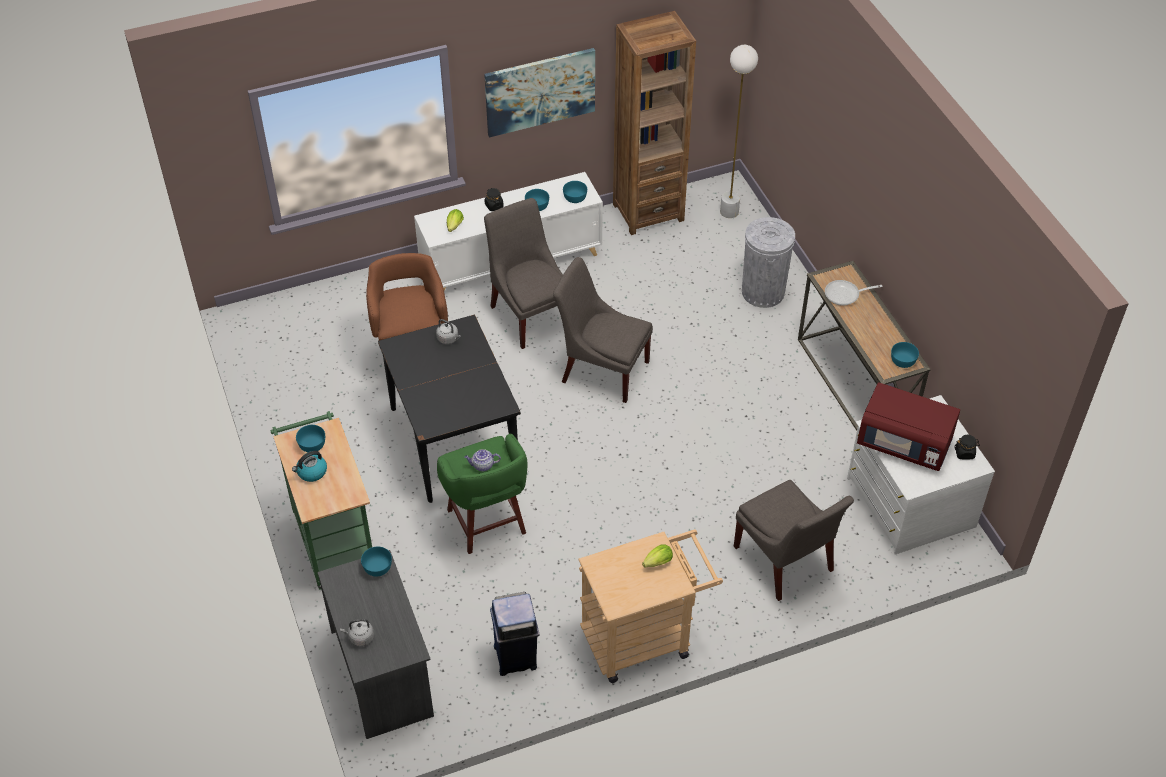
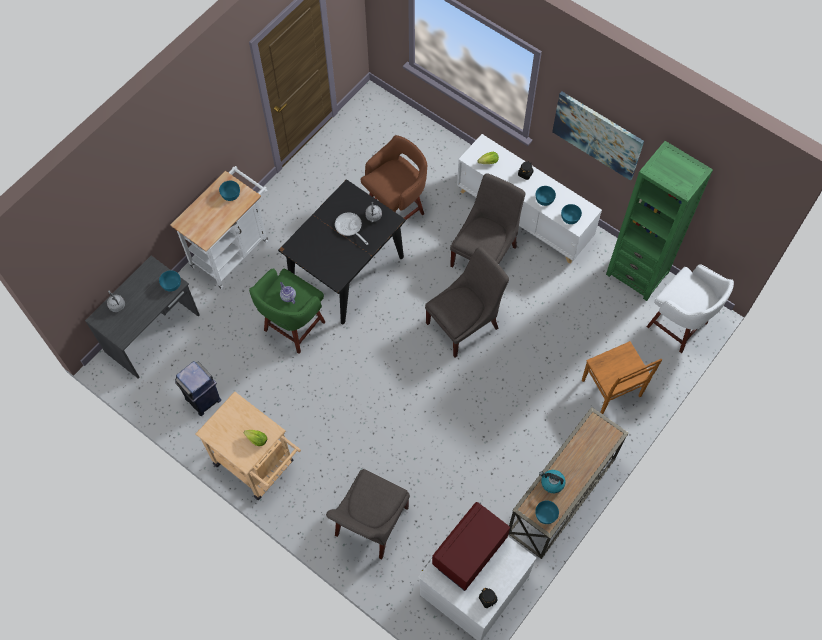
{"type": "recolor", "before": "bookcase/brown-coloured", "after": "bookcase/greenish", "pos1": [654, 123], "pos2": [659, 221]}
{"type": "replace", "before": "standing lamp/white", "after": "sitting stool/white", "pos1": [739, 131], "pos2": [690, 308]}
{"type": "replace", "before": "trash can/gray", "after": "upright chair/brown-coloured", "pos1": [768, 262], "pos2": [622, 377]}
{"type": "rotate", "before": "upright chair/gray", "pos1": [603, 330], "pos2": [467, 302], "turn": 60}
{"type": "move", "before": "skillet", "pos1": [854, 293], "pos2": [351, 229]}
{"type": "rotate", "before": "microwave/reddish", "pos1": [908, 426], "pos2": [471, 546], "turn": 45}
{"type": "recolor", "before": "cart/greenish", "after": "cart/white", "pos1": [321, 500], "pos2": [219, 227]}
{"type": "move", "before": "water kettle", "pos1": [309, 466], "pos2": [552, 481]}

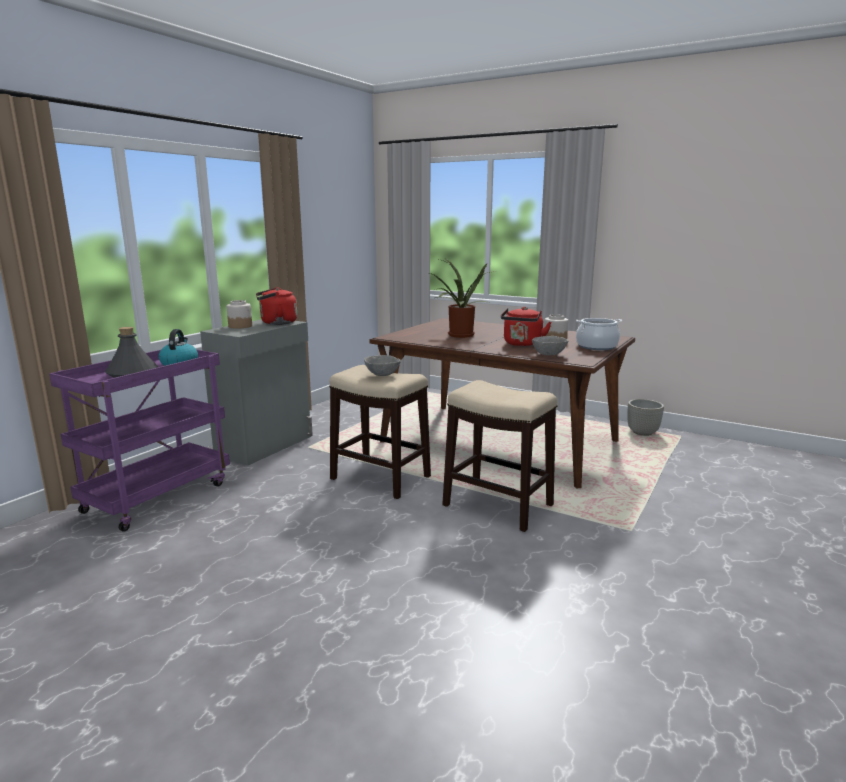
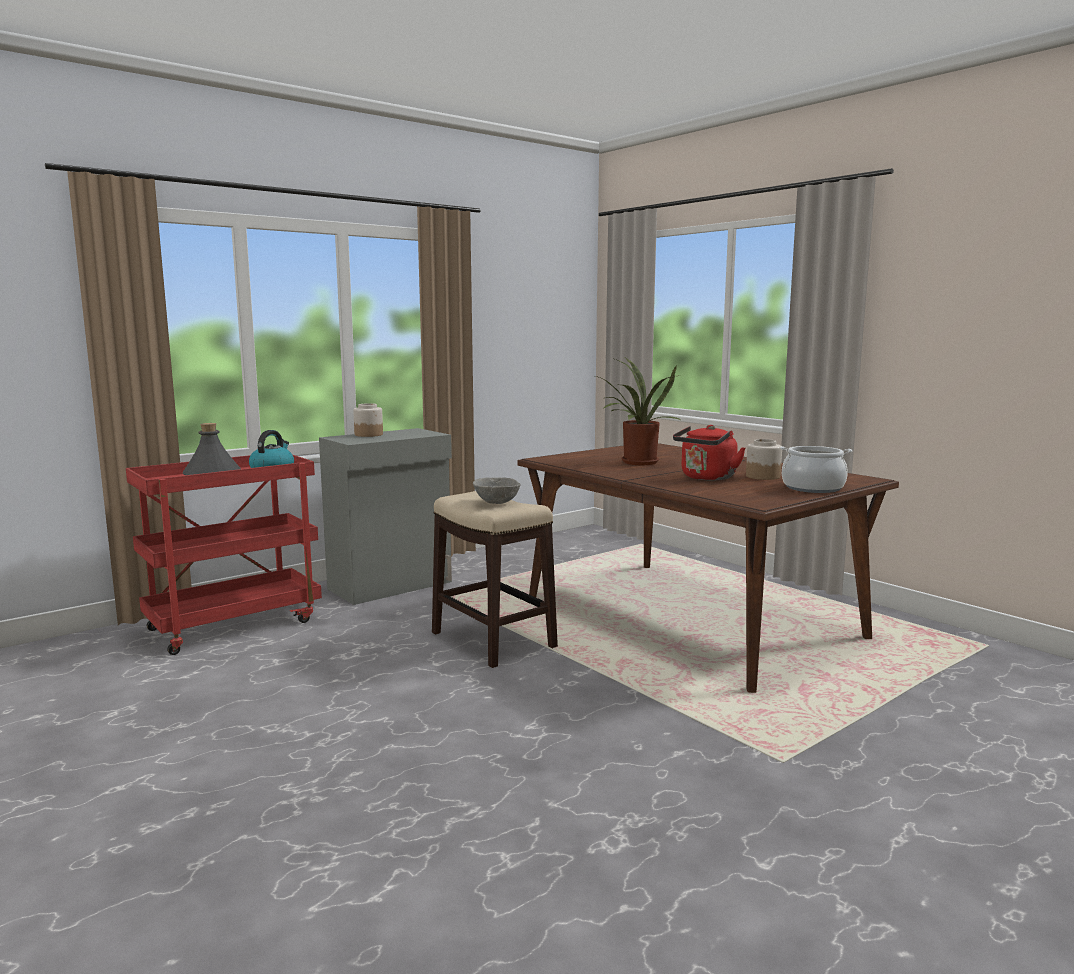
{"type": "delete", "before": "water kettle/reddish", "pos1": [276, 306]}
{"type": "delete", "before": "deep dish/gray", "pos1": [550, 346]}
{"type": "recolor", "before": "cart/purple", "after": "cart/reddish", "pos1": [139, 440], "pos2": [224, 555]}
{"type": "delete", "before": "sitting stool", "pos1": [499, 456]}
{"type": "delete", "before": "flower pot/gray", "pos1": [645, 417]}

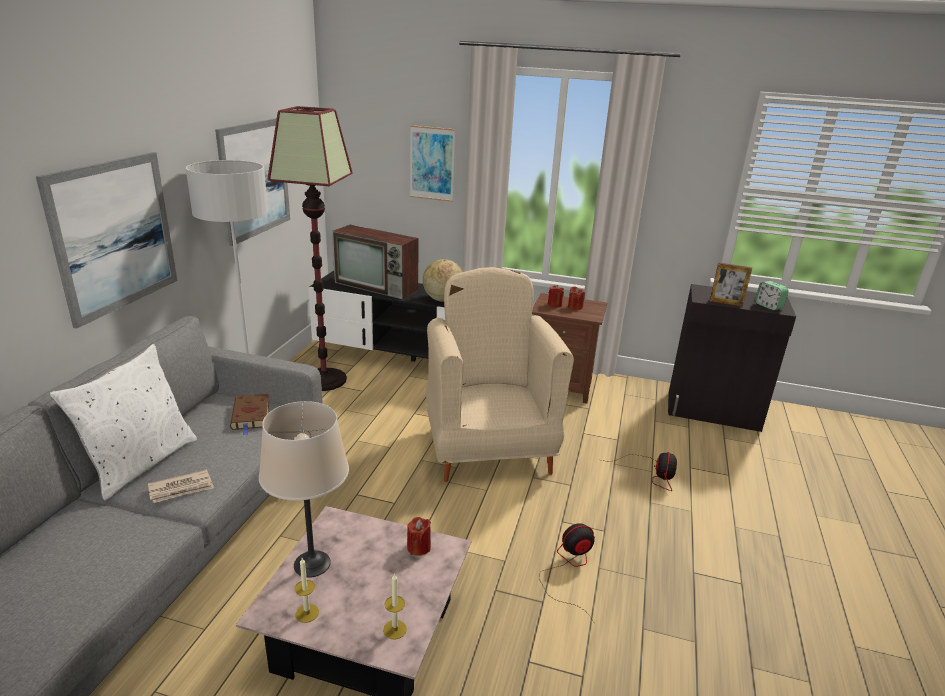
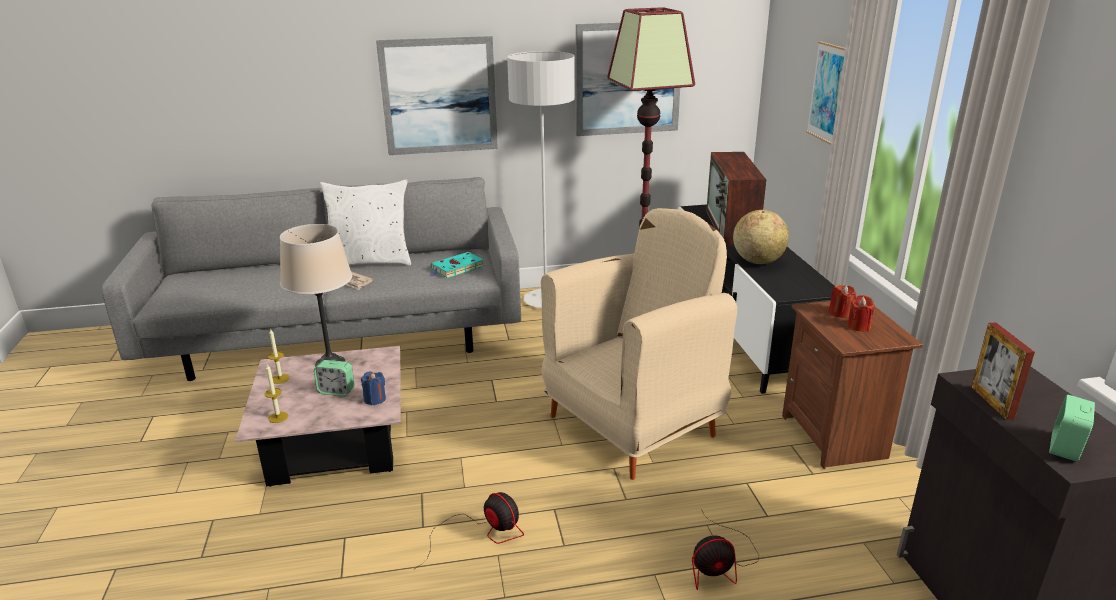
{"type": "recolor", "before": "bound book/brown-coloured", "after": "bound book/turquoise", "pos1": [249, 414], "pos2": [456, 265]}
{"type": "recolor", "before": "wax light/reddish", "after": "wax light/bluish", "pos1": [419, 536], "pos2": [373, 388]}
{"type": "insert", "after": "alarm clock", "pos2": [334, 378]}

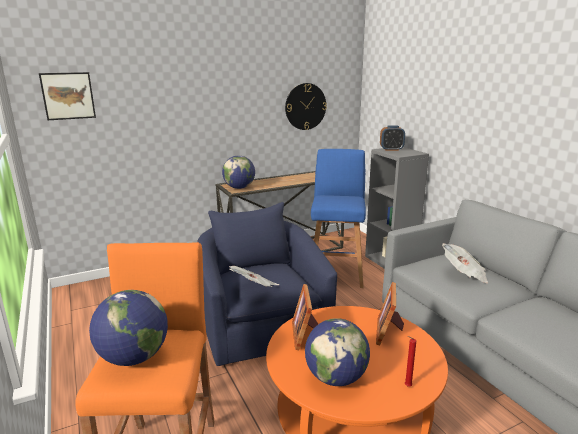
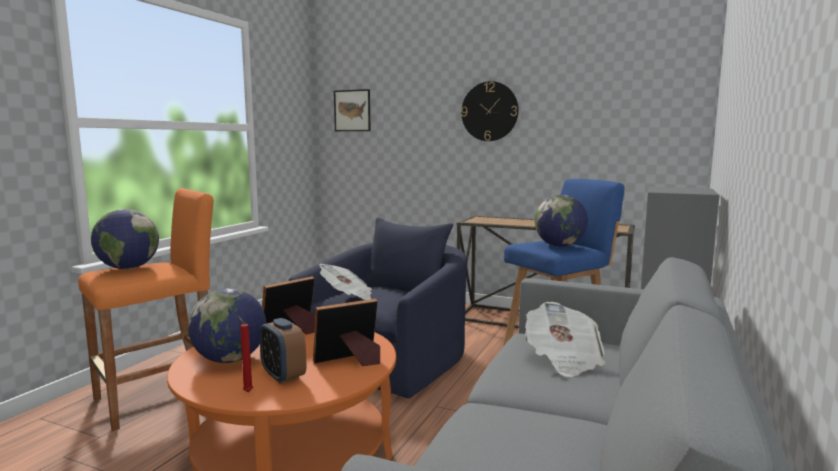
{"type": "move", "before": "wall clock", "pos1": [306, 106], "pos2": [490, 111]}
{"type": "move", "before": "alarm clock", "pos1": [392, 138], "pos2": [282, 351]}
{"type": "move", "before": "globe", "pos1": [238, 172], "pos2": [561, 221]}

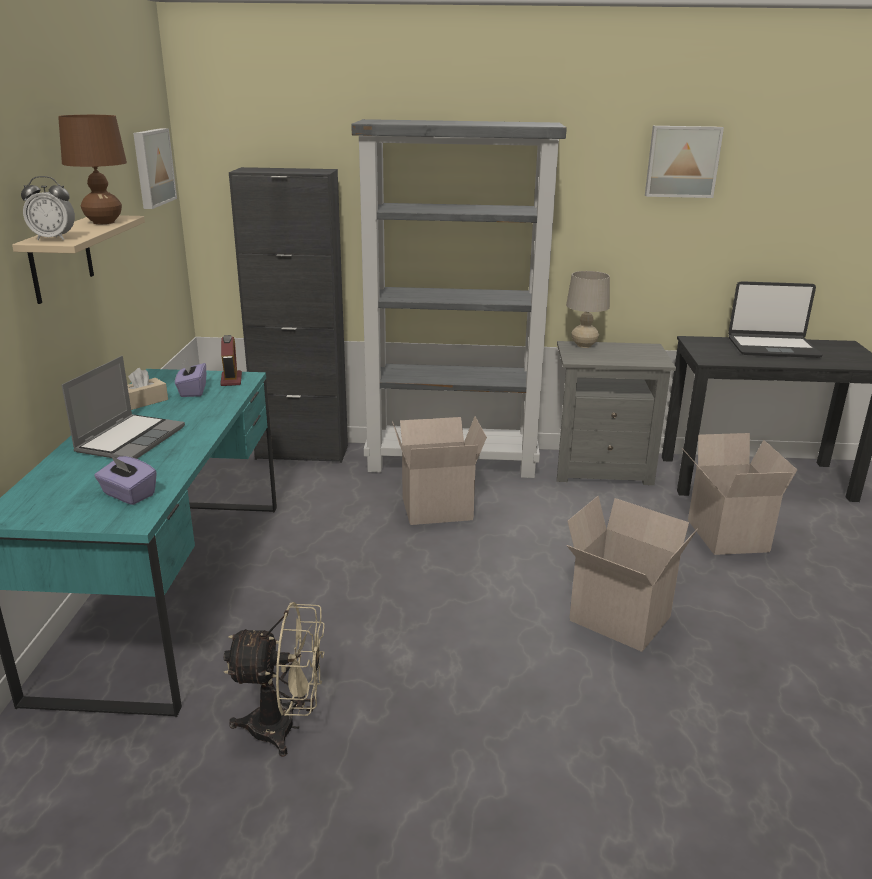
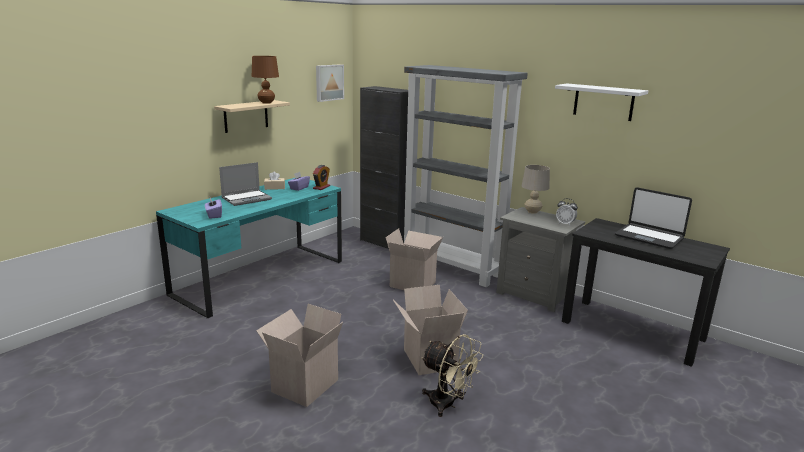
{"type": "replace", "before": "wall picture", "after": "shelf/white", "pos1": [684, 162], "pos2": [601, 102]}
{"type": "move", "before": "alarm clock", "pos1": [48, 208], "pos2": [567, 212]}
{"type": "move", "before": "carton", "pos1": [739, 494], "pos2": [299, 355]}
{"type": "move", "before": "fan/sand-coloured", "pos1": [274, 679], "pos2": [452, 375]}

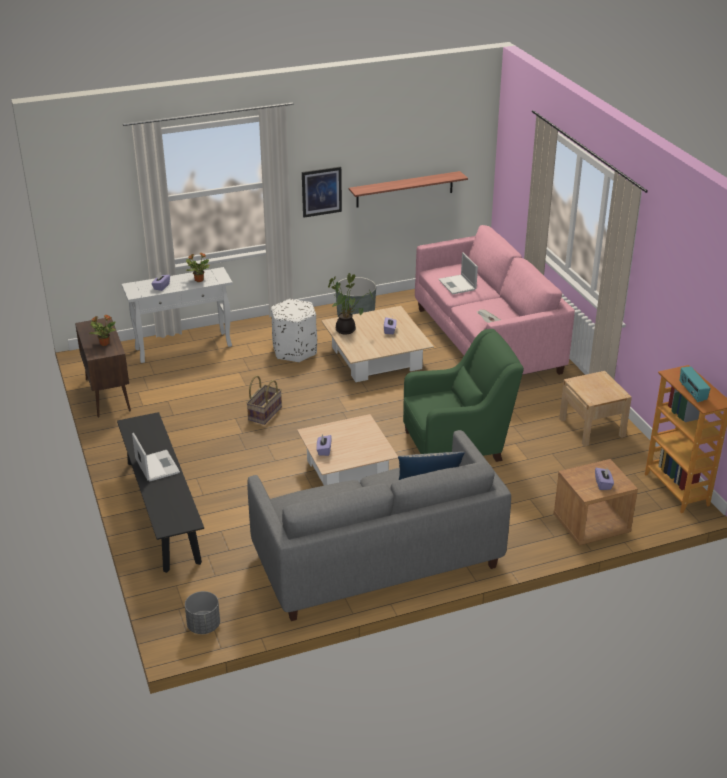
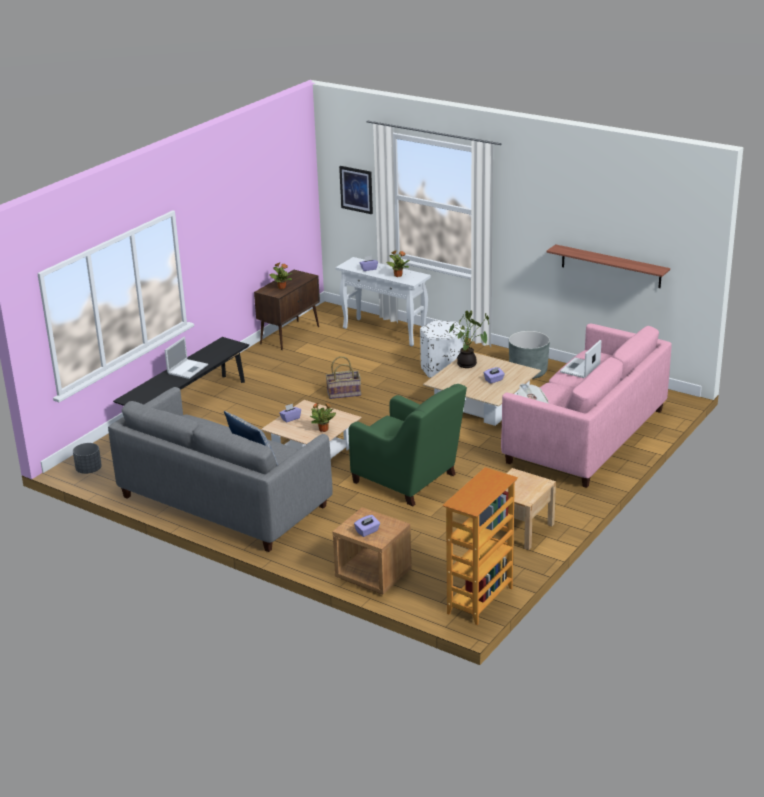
{"type": "move", "before": "wall picture", "pos1": [322, 192], "pos2": [356, 190]}
{"type": "delete", "before": "radio set", "pos1": [695, 384]}
{"type": "insert", "after": "plant in a pot", "pos2": [323, 417]}

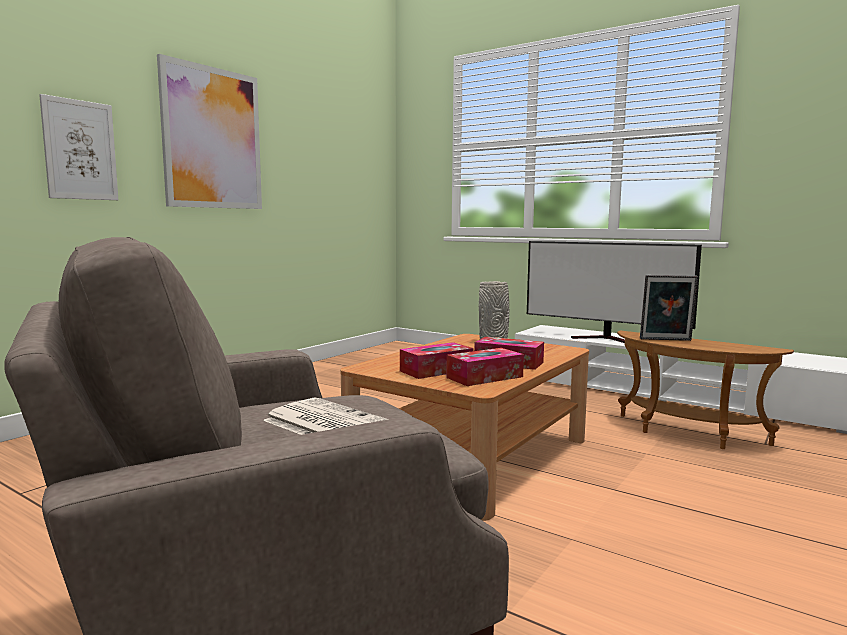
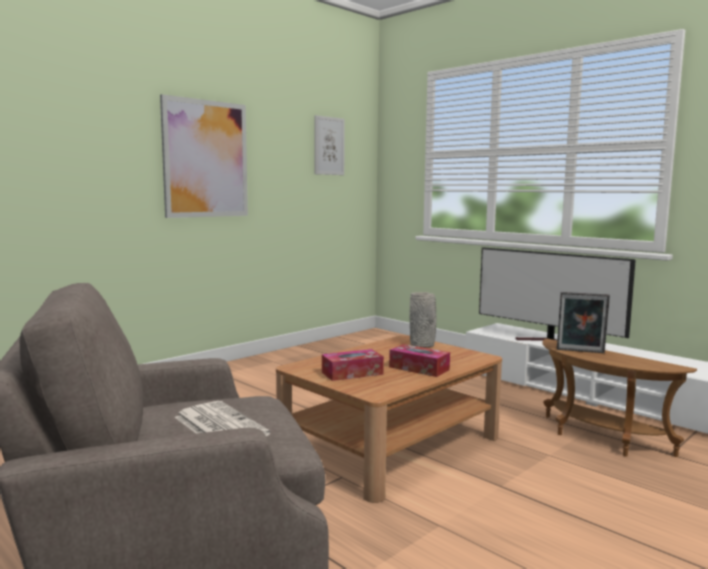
{"type": "move", "before": "wall picture", "pos1": [78, 147], "pos2": [329, 145]}
{"type": "delete", "before": "tissue holder", "pos1": [485, 367]}

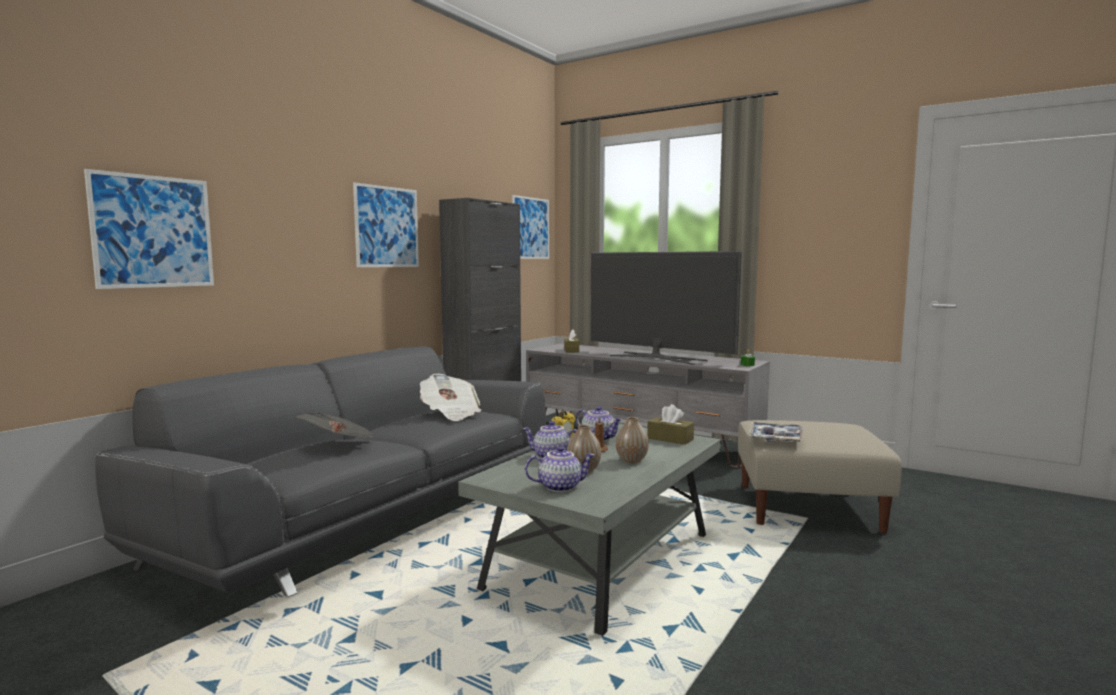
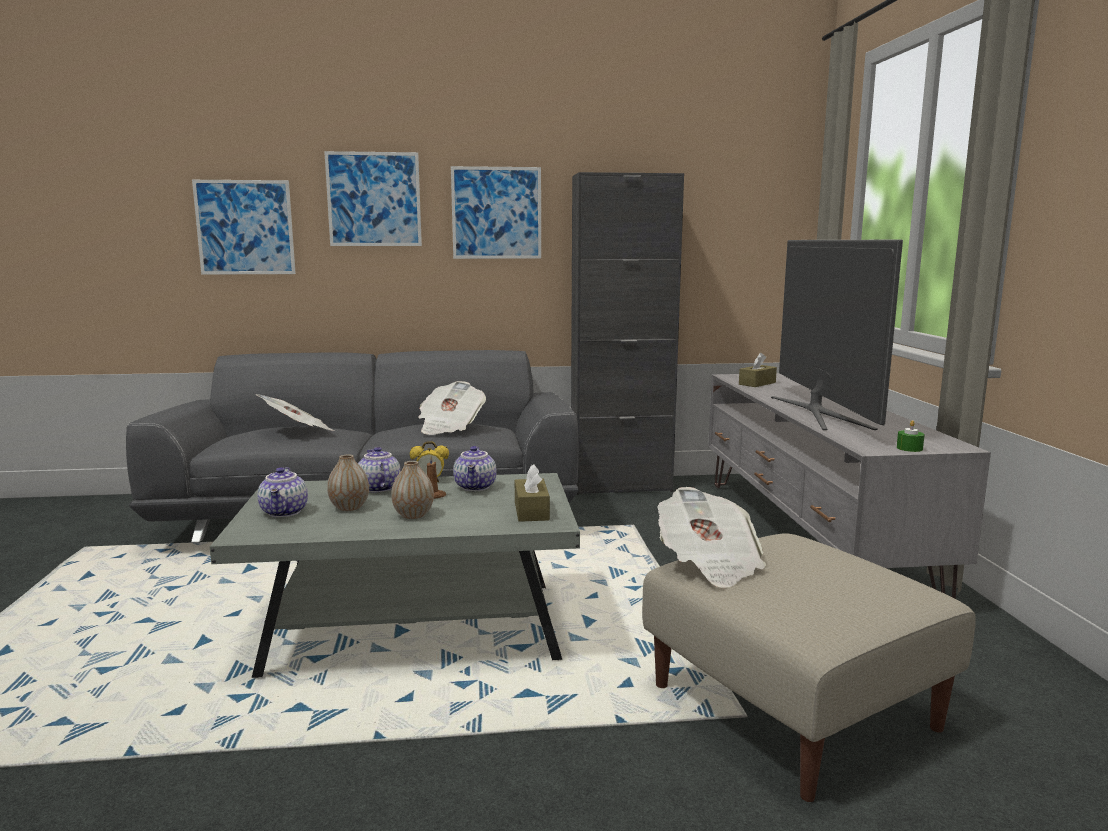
{"type": "move", "before": "wall picture", "pos1": [530, 227], "pos2": [373, 198]}
{"type": "replace", "before": "tray", "after": "newspaper", "pos1": [775, 432], "pos2": [711, 537]}
{"type": "rotate", "before": "tea pot", "pos1": [560, 469], "pos2": [283, 492], "turn": 45}

